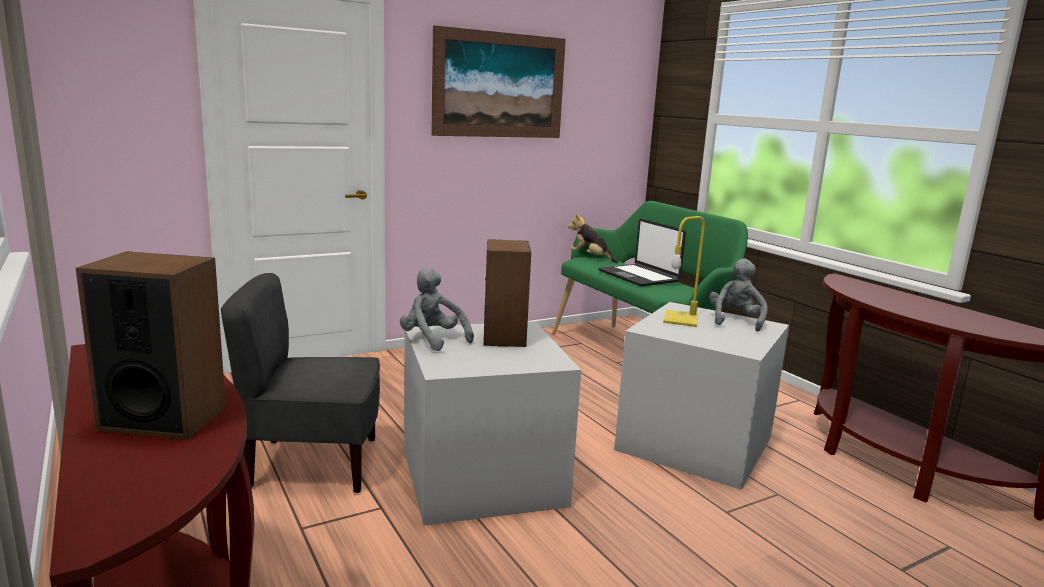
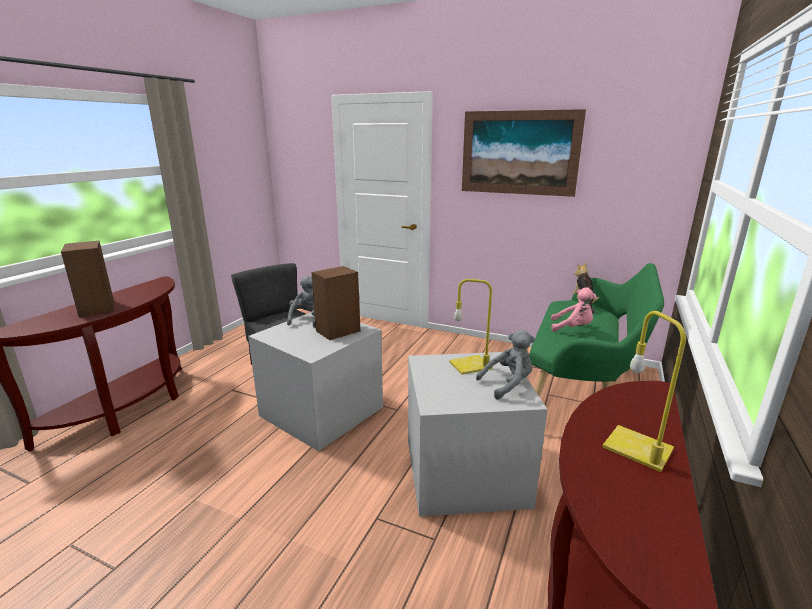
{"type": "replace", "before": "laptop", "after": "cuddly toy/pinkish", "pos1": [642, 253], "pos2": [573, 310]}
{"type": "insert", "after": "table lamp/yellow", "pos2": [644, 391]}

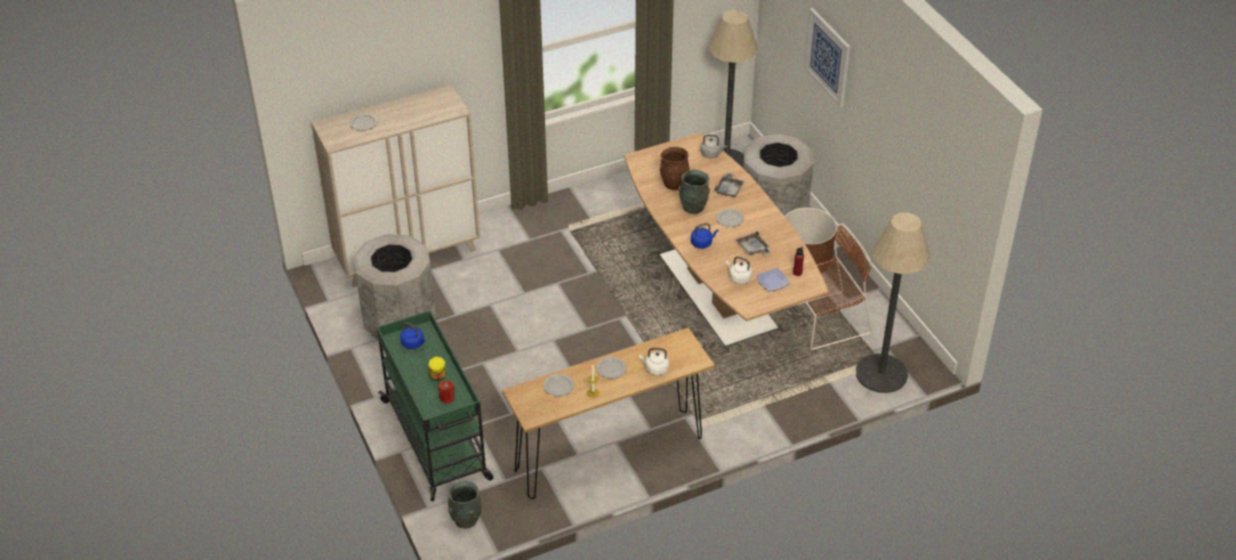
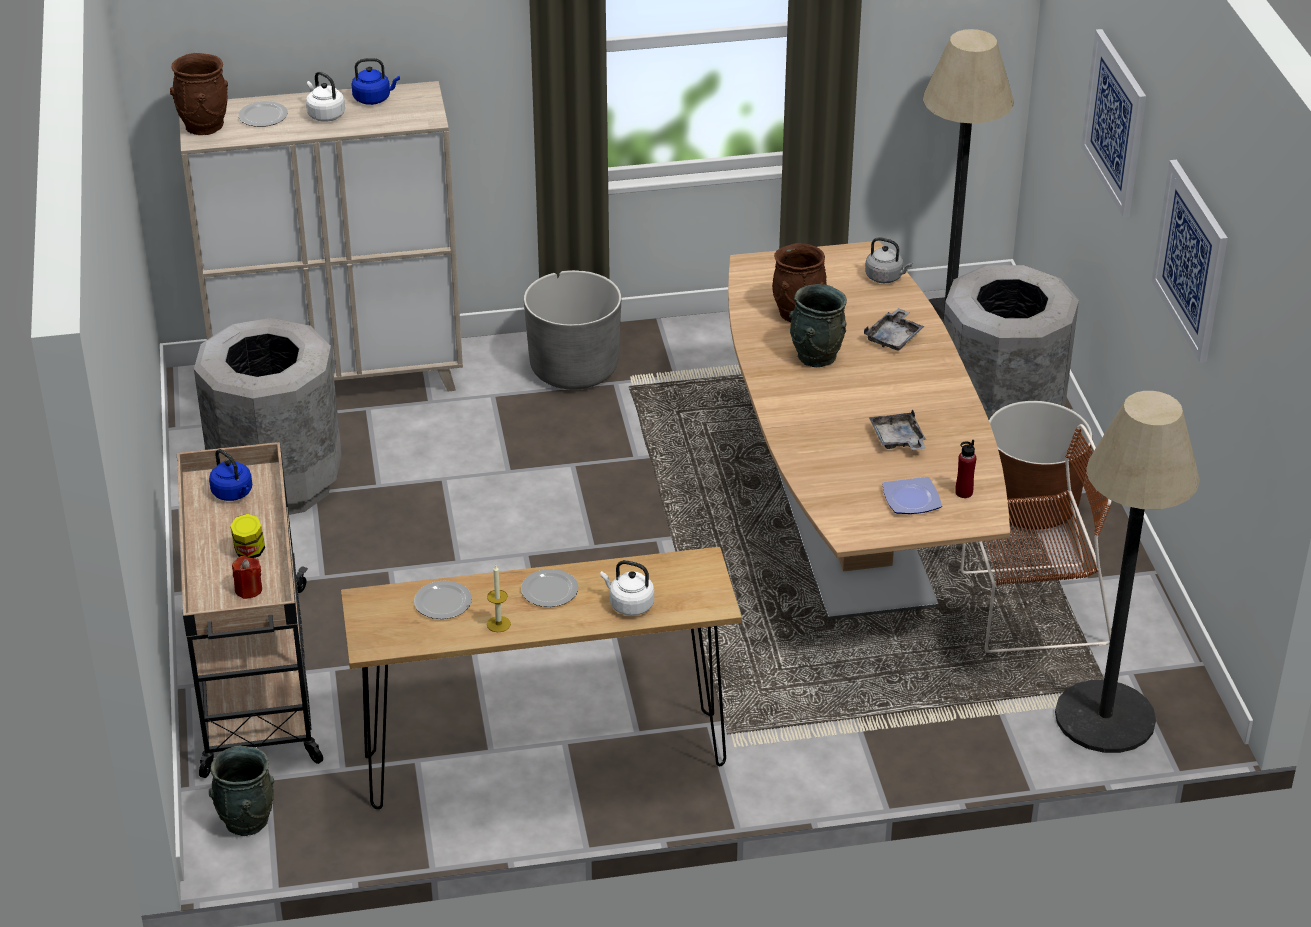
{"type": "delete", "before": "plate", "pos1": [730, 218]}
{"type": "move", "before": "water kettle/bluish", "pos1": [705, 236], "pos2": [375, 81]}
{"type": "move", "before": "water kettle/white", "pos1": [739, 270], "pos2": [325, 96]}
{"type": "recolor", "before": "cart/greenish", "after": "cart/sand-coloured", "pos1": [435, 406], "pos2": [250, 610]}
{"type": "insert", "after": "flower vase/brown-coloured", "pos2": [199, 94]}
{"type": "insert", "after": "wall picture", "pos2": [1190, 261]}
{"type": "insert", "after": "flower pot/gray", "pos2": [572, 330]}

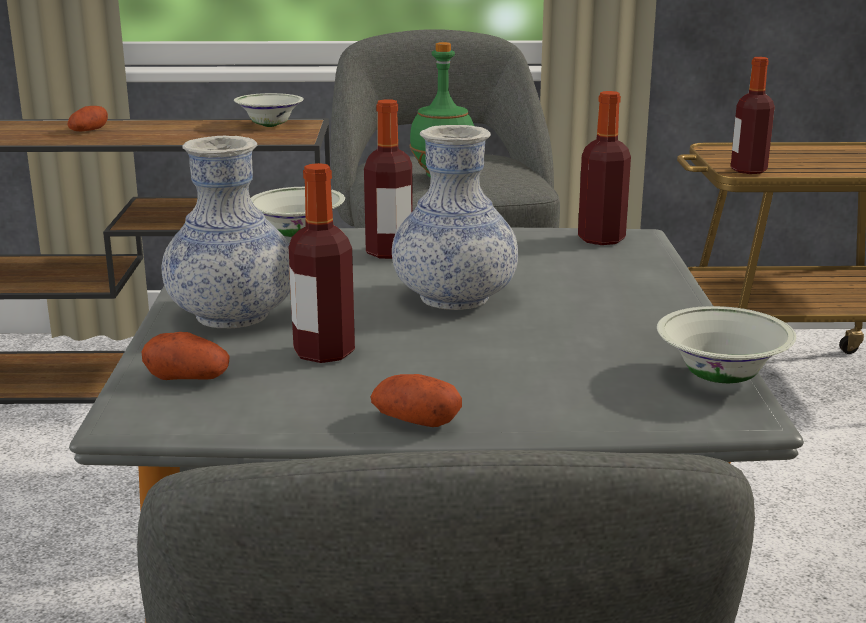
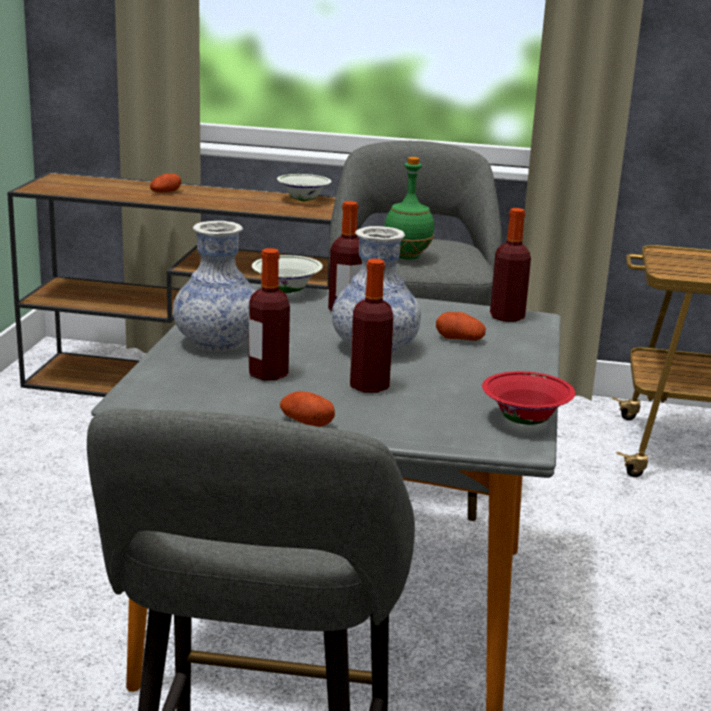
{"type": "move", "before": "drink bottle", "pos1": [753, 115], "pos2": [371, 326]}
{"type": "recolor", "before": "deep dish/white", "after": "deep dish/reddish", "pos1": [726, 344], "pos2": [528, 398]}
{"type": "move", "before": "whole potato", "pos1": [185, 356], "pos2": [461, 326]}

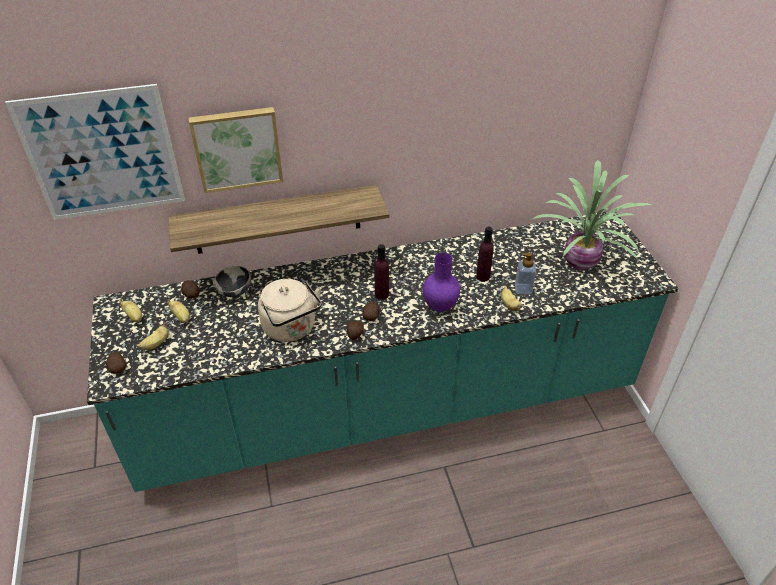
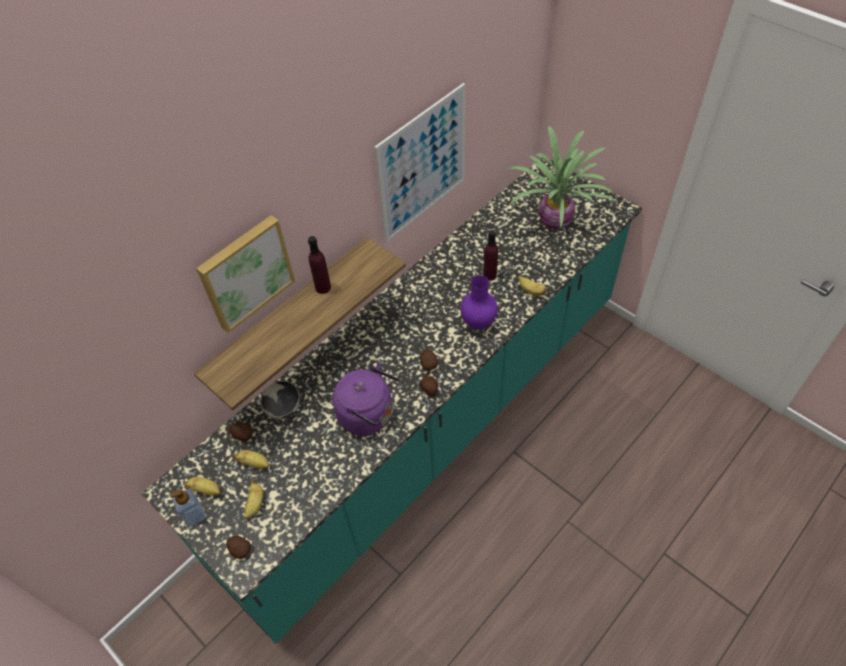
{"type": "move", "before": "wall picture", "pos1": [95, 152], "pos2": [419, 162]}
{"type": "move", "before": "drink bottle/purple", "pos1": [381, 272], "pos2": [319, 265]}
{"type": "move", "before": "soap bottle", "pos1": [525, 274], "pos2": [188, 507]}
{"type": "recolor", "before": "water kettle/sand-coloured", "after": "water kettle/purple", "pos1": [290, 310], "pos2": [367, 399]}

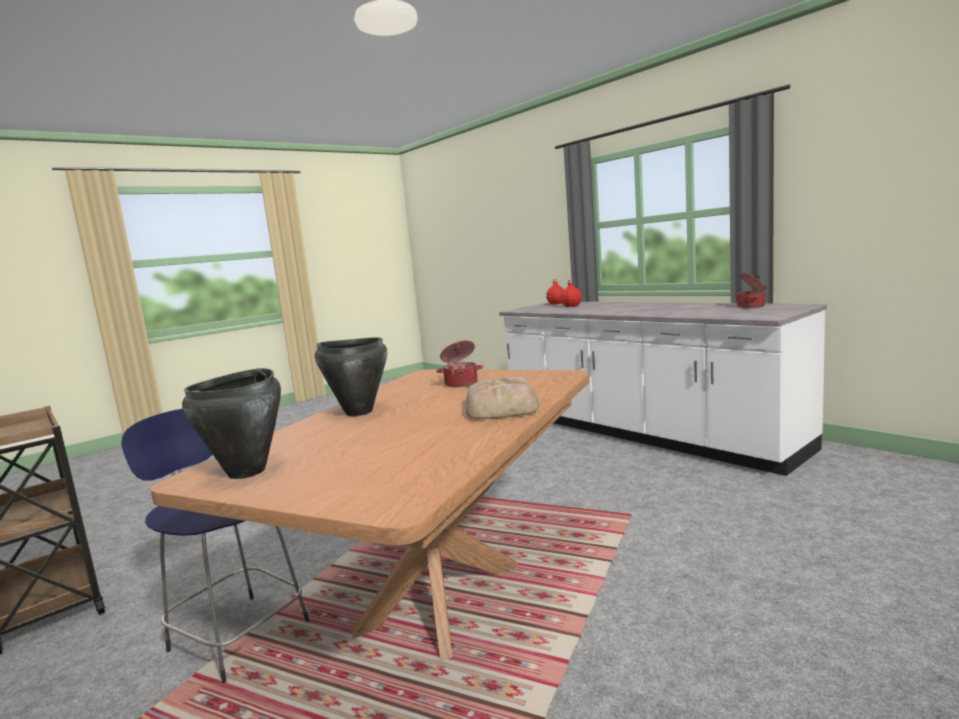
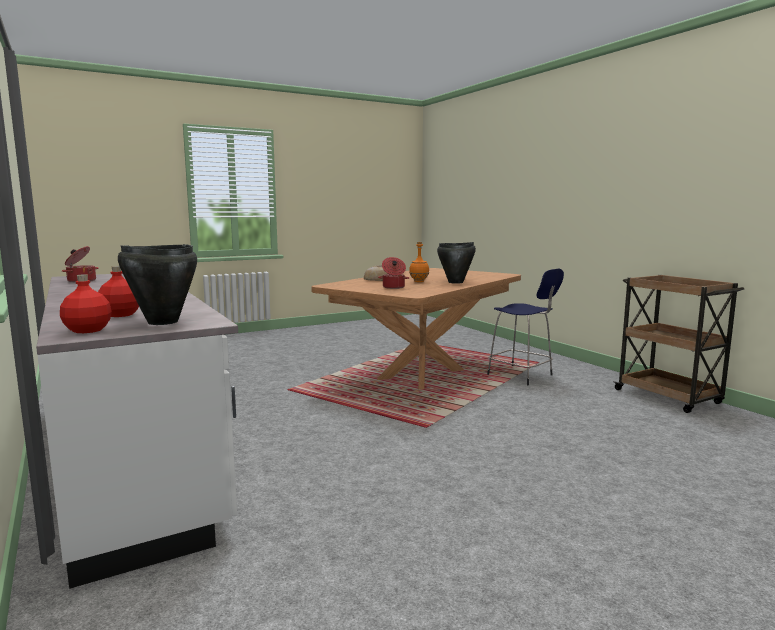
{"type": "move", "before": "stockpot/black-coloured", "pos1": [231, 423], "pos2": [157, 284]}
{"type": "insert", "after": "drink bottle/orangey", "pos2": [419, 262]}

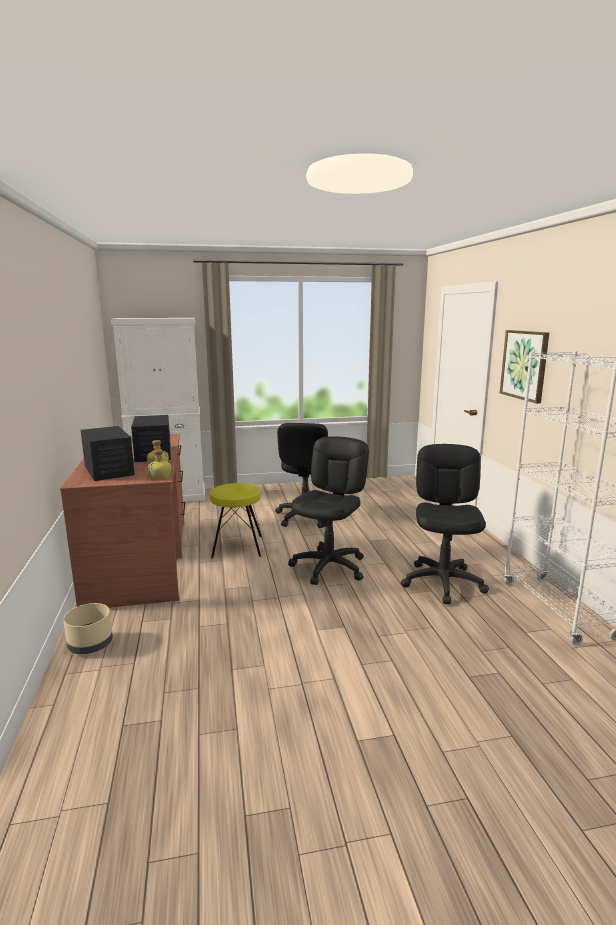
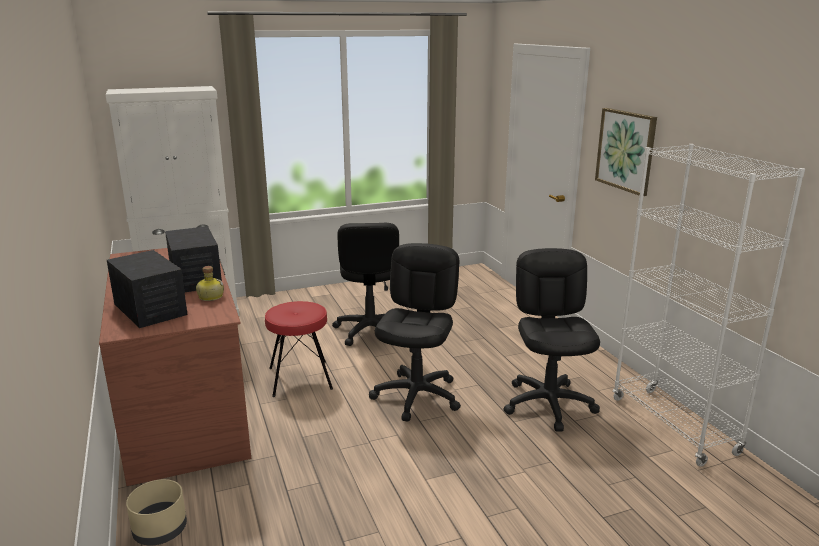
{"type": "delete", "before": "drink bottle", "pos1": [159, 464]}
{"type": "recolor", "before": "sitting stool/yellow", "after": "sitting stool/reddish", "pos1": [236, 520], "pos2": [299, 349]}

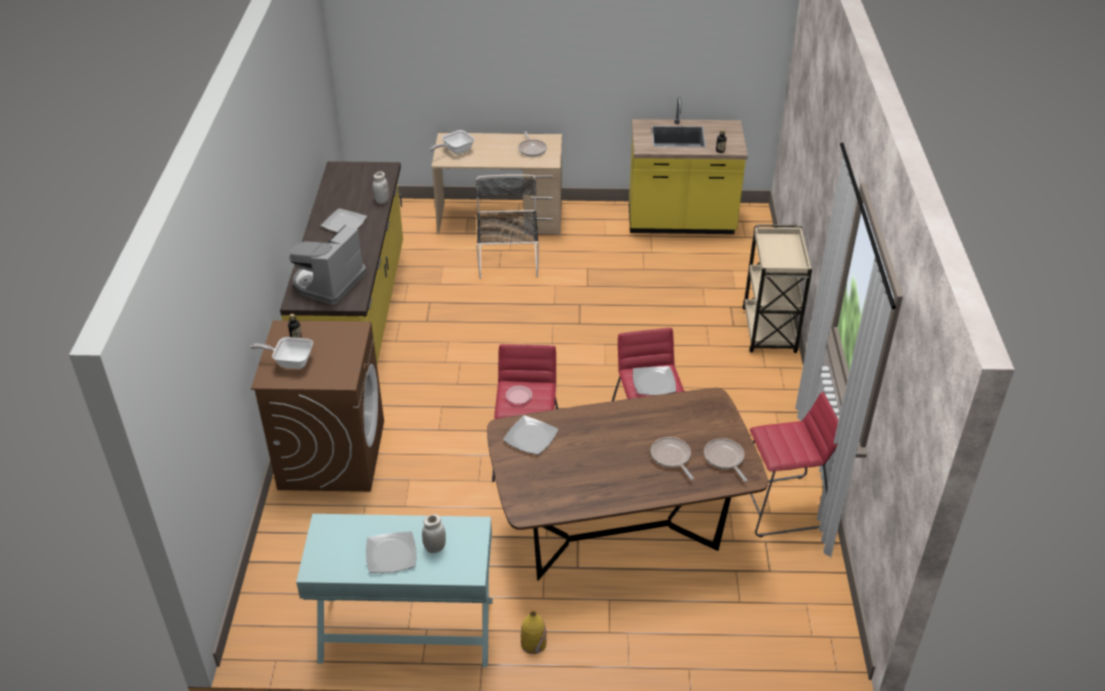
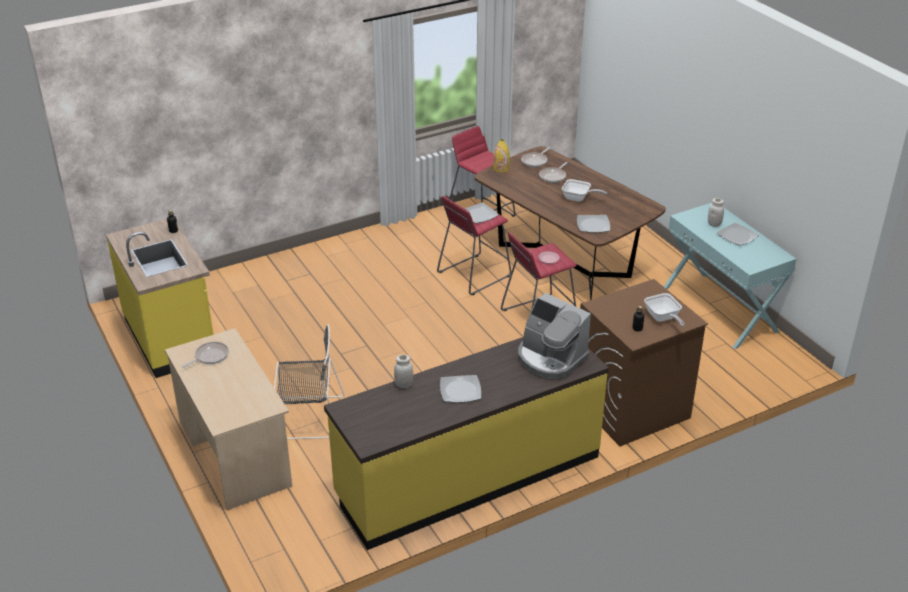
{"type": "move", "before": "skillet", "pos1": [452, 142], "pos2": [584, 190]}
{"type": "rotate", "before": "upright chair/black-coloured", "pos1": [507, 227], "pos2": [309, 381], "turn": -150}
{"type": "delete", "before": "cart/sand-coloured", "pos1": [777, 288]}
{"type": "rotate", "before": "coffee maker", "pos1": [327, 264], "pos2": [554, 336], "turn": 45}
{"type": "move", "before": "flower vase/yellow", "pos1": [534, 632], "pos2": [501, 155]}

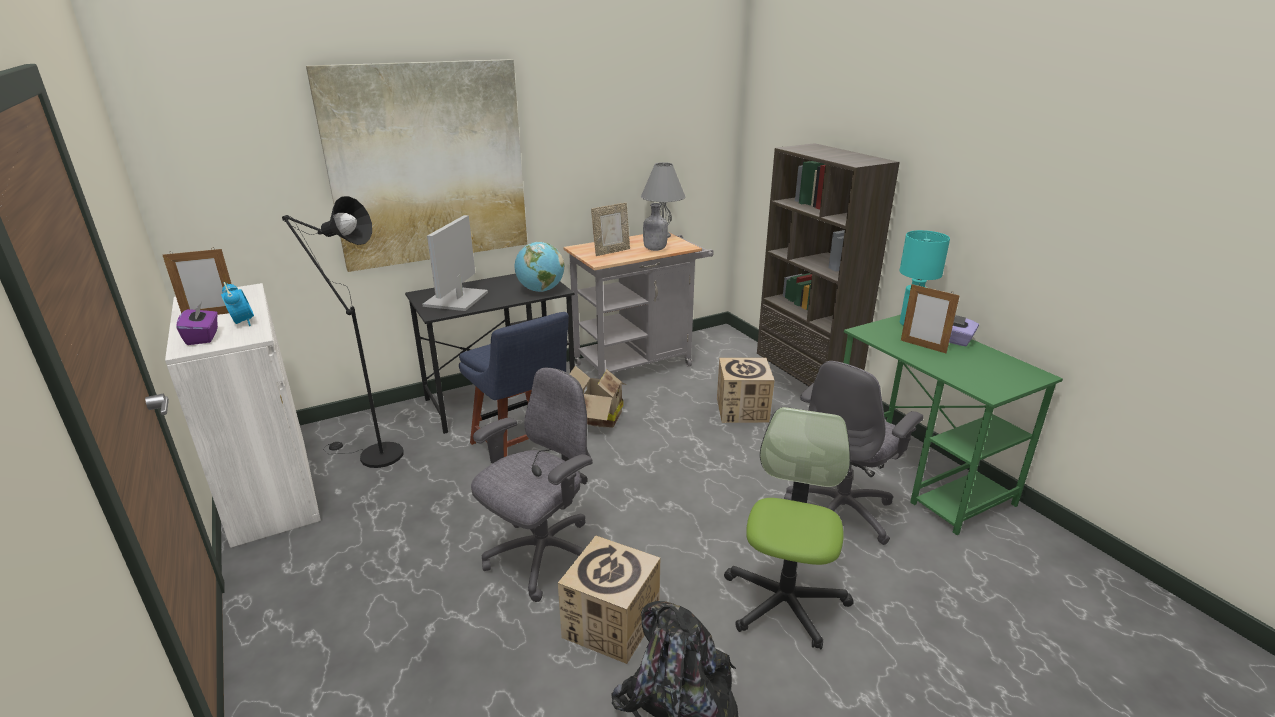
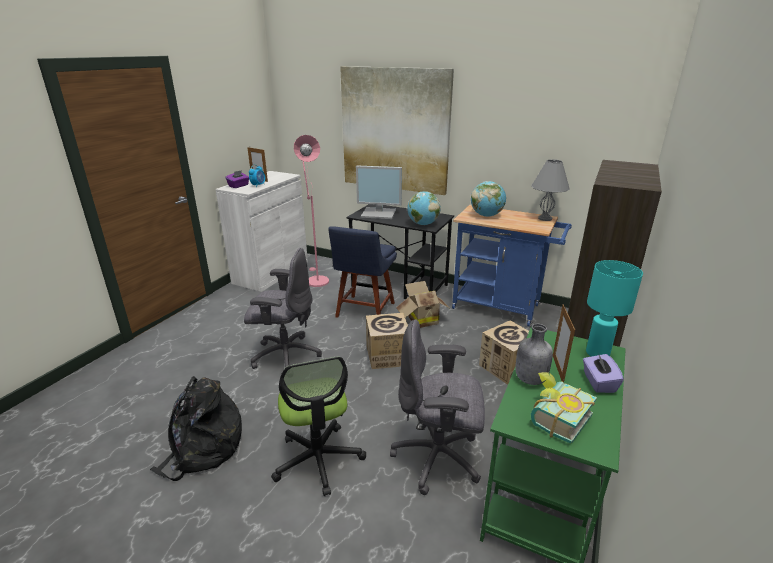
{"type": "recolor", "before": "standing lamp/black-coloured", "after": "standing lamp/pinkish", "pos1": [342, 332], "pos2": [311, 211]}
{"type": "replace", "before": "standing frame", "after": "globe", "pos1": [610, 229], "pos2": [488, 199]}
{"type": "move", "before": "drink bottle/gray", "pos1": [655, 227], "pos2": [534, 354]}
{"type": "rotate", "before": "computer screen", "pos1": [455, 263], "pos2": [379, 192], "turn": -150}
{"type": "recolor", "before": "cart/gray", "after": "cart/bluish", "pos1": [638, 306], "pos2": [512, 265]}
{"type": "rotate", "before": "office chair", "pos1": [789, 528], "pos2": [318, 426], "turn": 90}
{"type": "move", "before": "carton", "pos1": [609, 600], "pos2": [387, 341]}
{"type": "insert", "after": "bound book", "pos2": [564, 408]}

